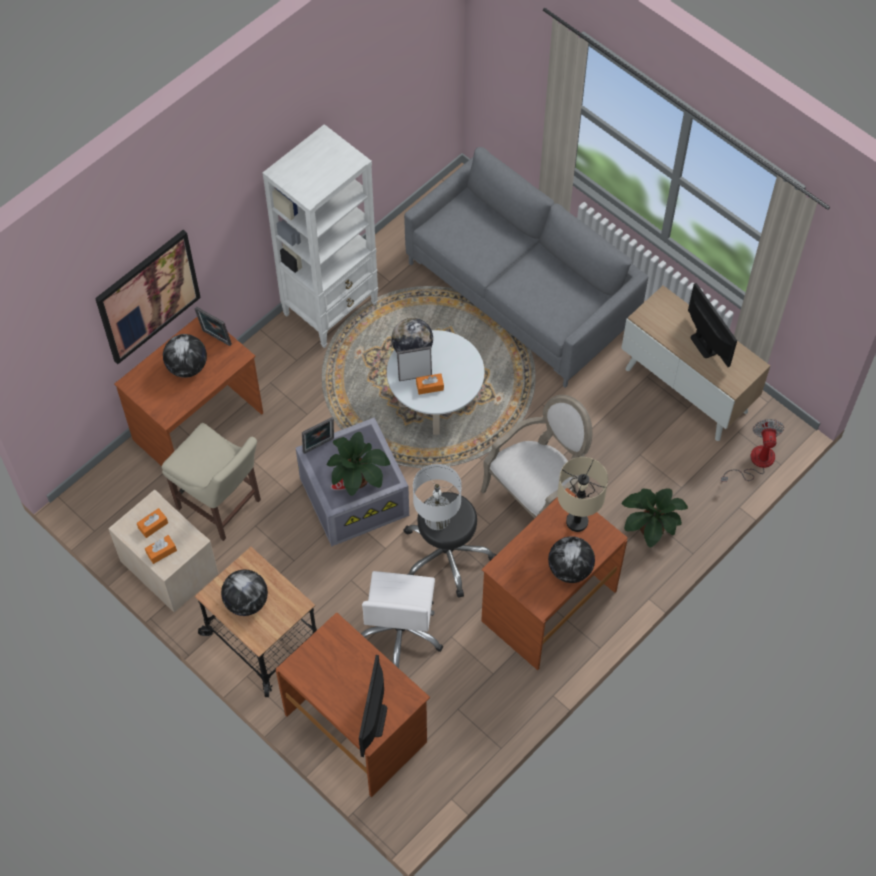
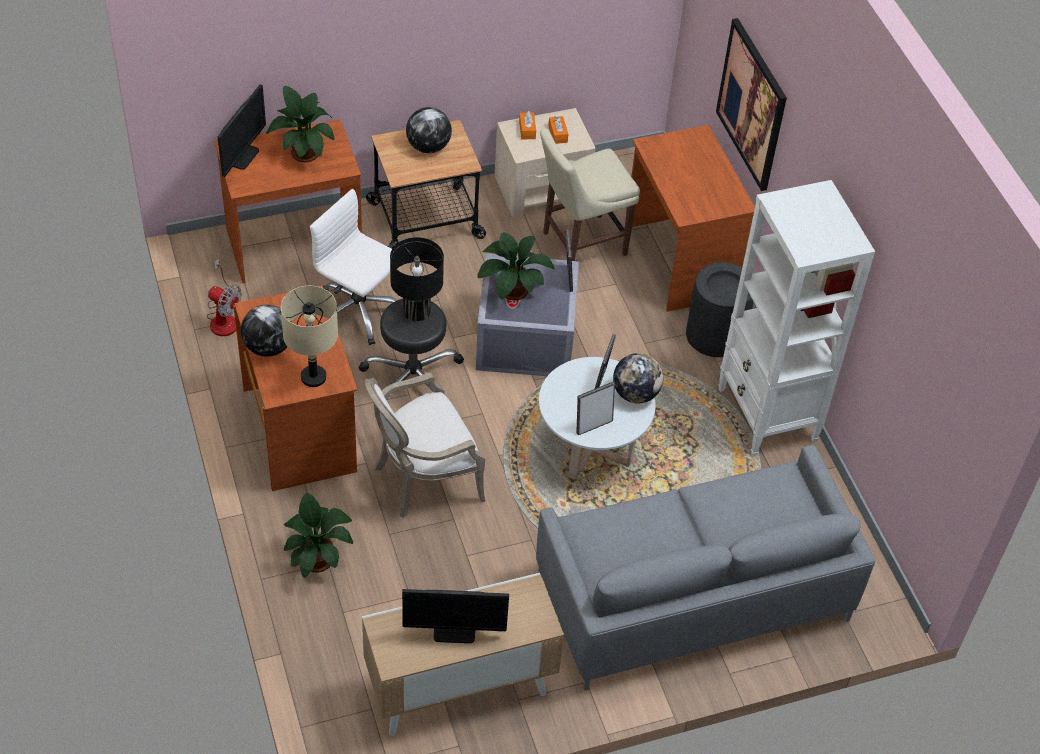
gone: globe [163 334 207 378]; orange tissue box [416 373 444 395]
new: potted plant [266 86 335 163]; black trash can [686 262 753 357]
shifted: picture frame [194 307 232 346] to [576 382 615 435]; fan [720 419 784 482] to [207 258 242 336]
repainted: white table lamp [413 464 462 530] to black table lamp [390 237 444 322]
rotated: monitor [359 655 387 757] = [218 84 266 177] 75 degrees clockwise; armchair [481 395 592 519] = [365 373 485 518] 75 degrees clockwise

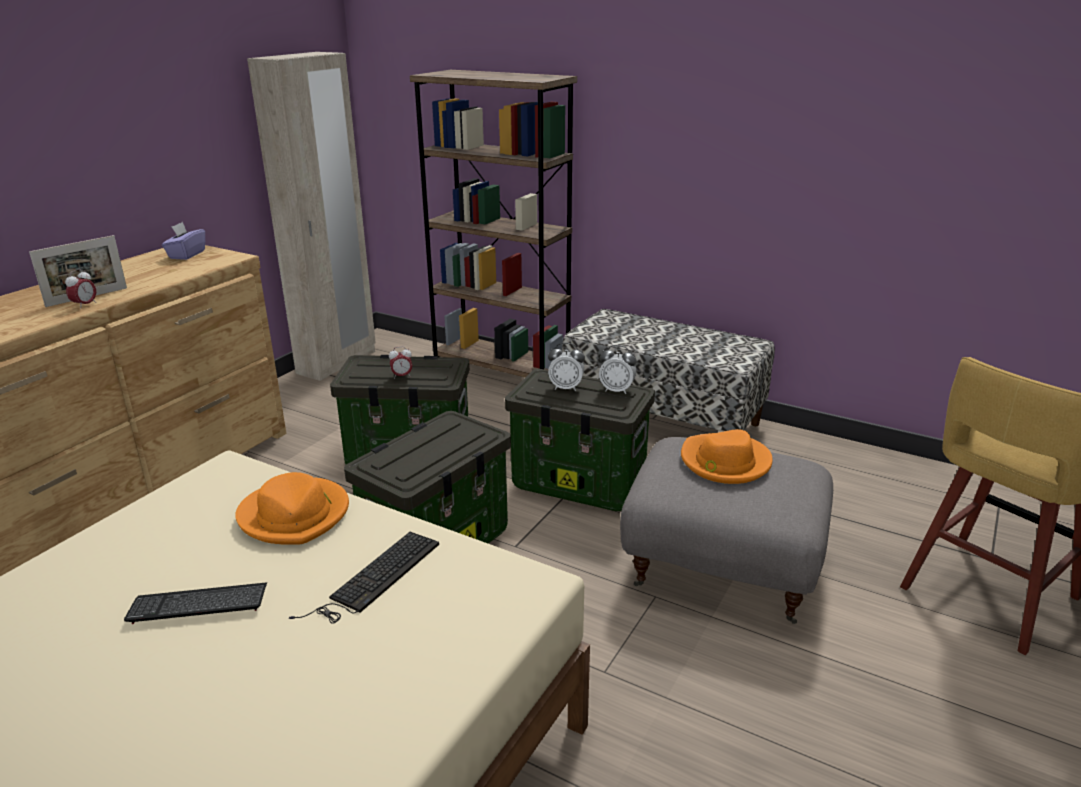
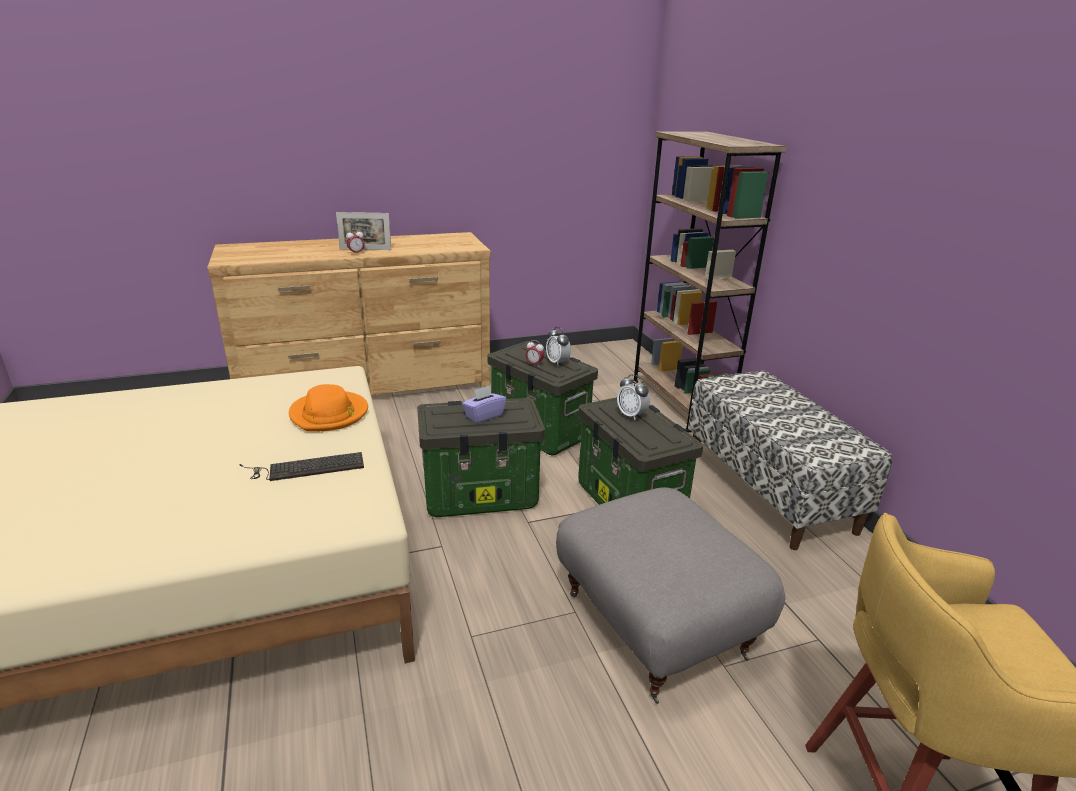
gone: keyboard [124 582 267 624]; beige wardrobe [247 52 376 381]; orange hat [681 429 773 484]
shifted: purple tissue box [162 222 205 260] to [462 386 506 424]; alarm clock [599 345 637 394] to [546 327 571 366]

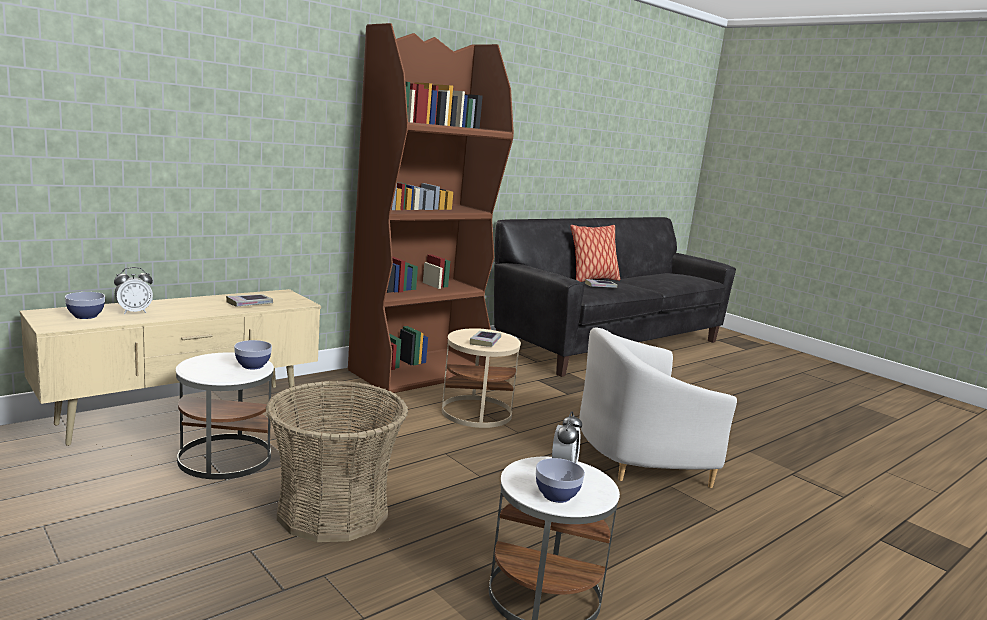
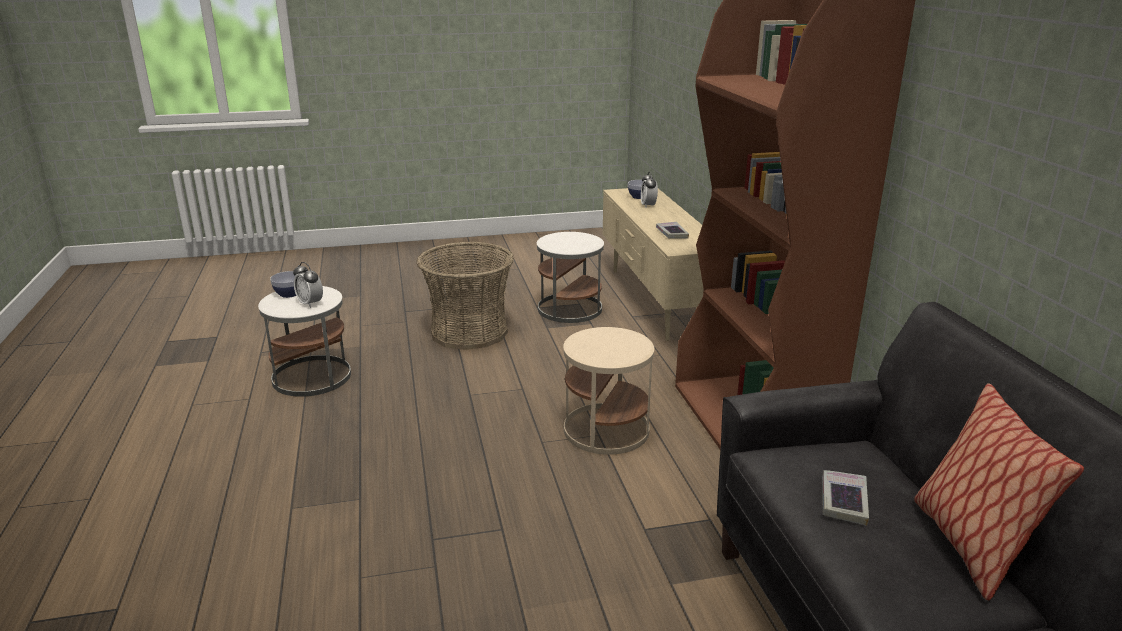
gone: bowl [234 340 272 369]; book [470 331 501 347]; white armchair [579 328 737 488]

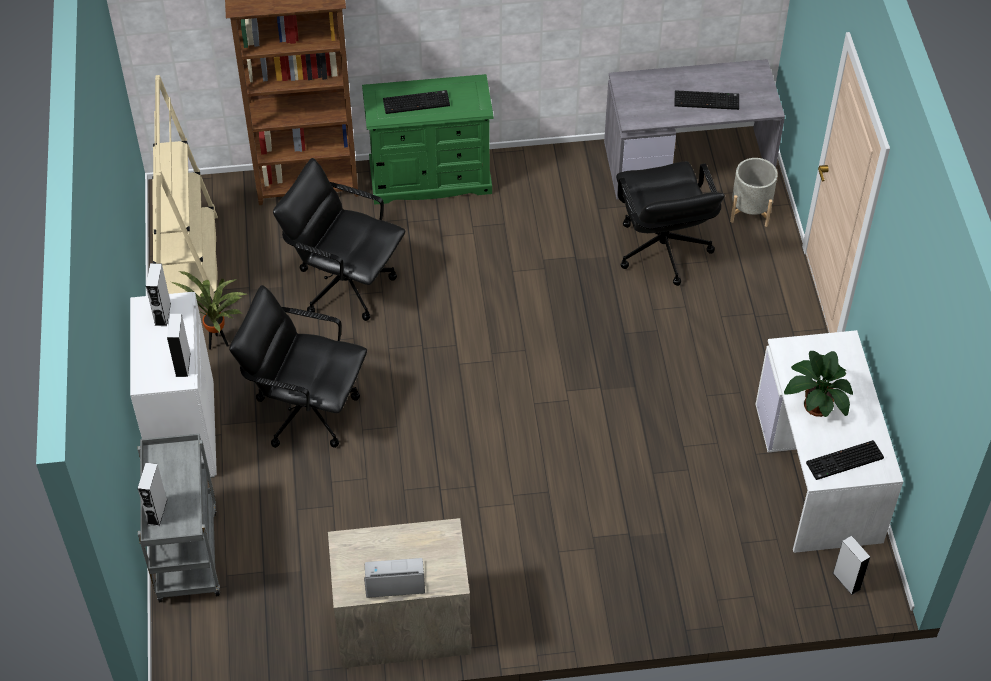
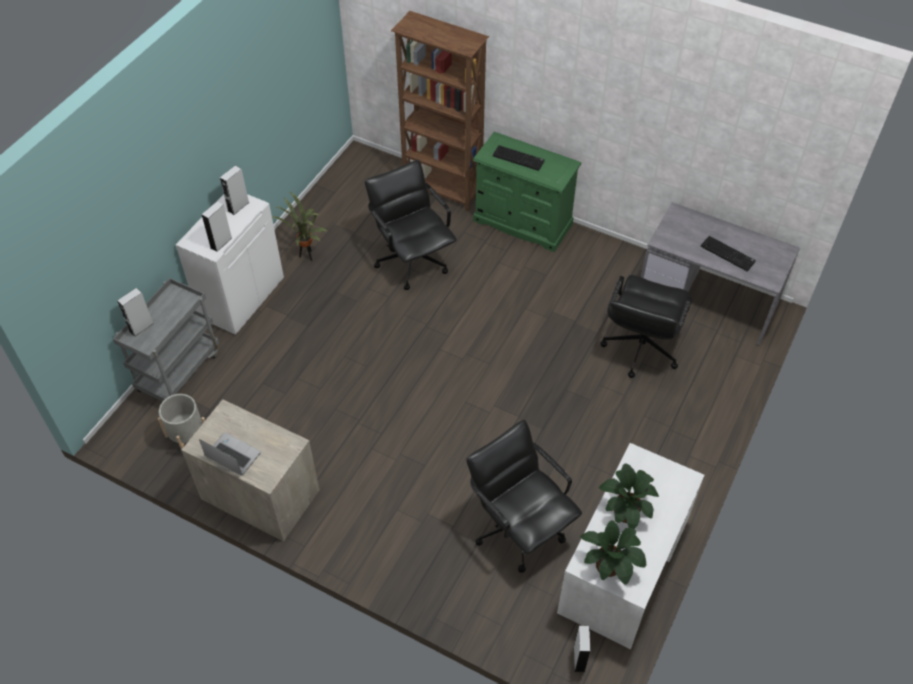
gone: beige bookcase [152 75 220 308]
shifted: black office chair [229 285 367 448] to [466 420 582 573]; grey planter [730 158 778 227] to [158 394 205 453]
swapped: keyboard [806 440 884 480] to potted plant [580 520 646 585]

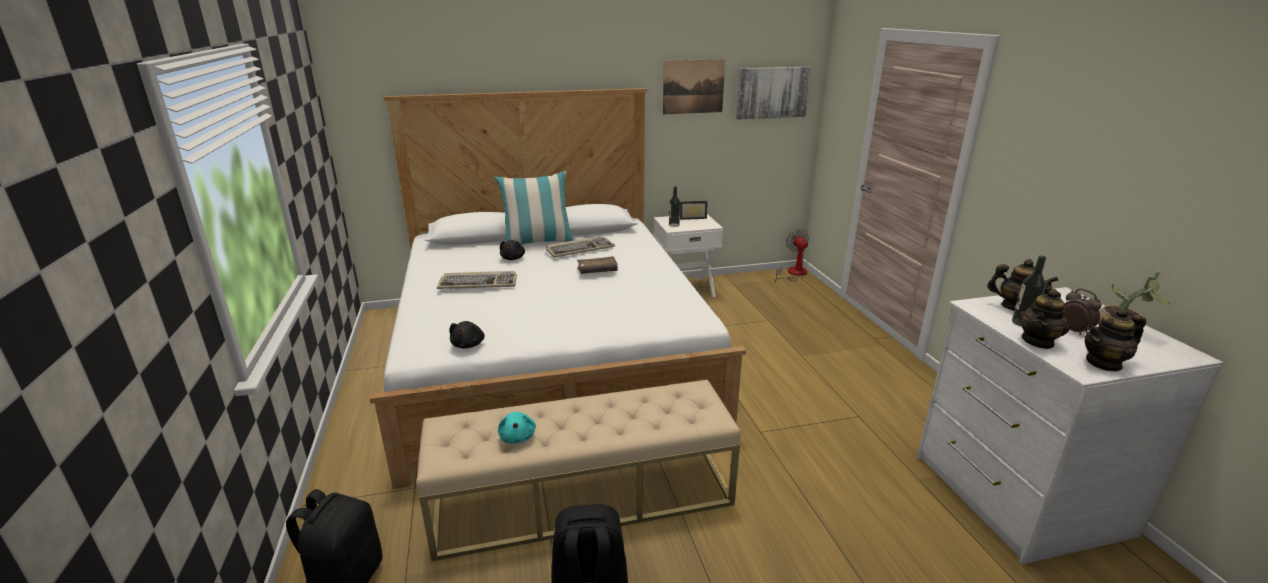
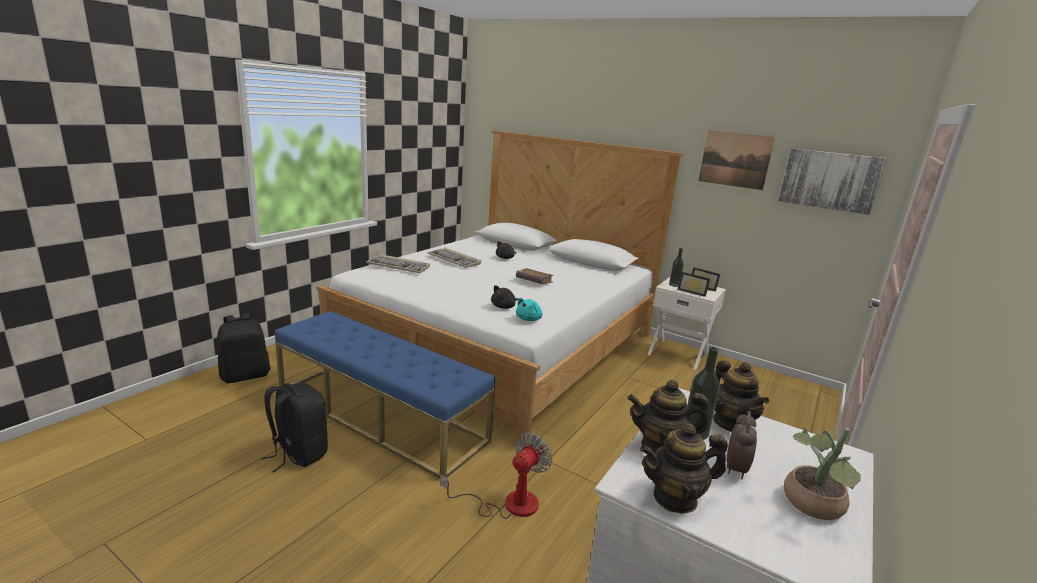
gone: pillow [494 171 575 245]
new: picture frame [678 272 710 297]
shifted: black plush toy [449 321 485 348] to [491 285 519 309]; turquoise plush toy [498 412 536 444] to [516 298 543 321]; keyboard [546 236 615 258] to [366 254 430 273]; fan [775 229 809 283] to [440 433 553 519]
repainted: beige bench [417 380 741 561] to blue bench [275 311 495 479]
rotated: teapot [1084 308 1146 372] = [640 424 728 514] 45 degrees counterclockwise

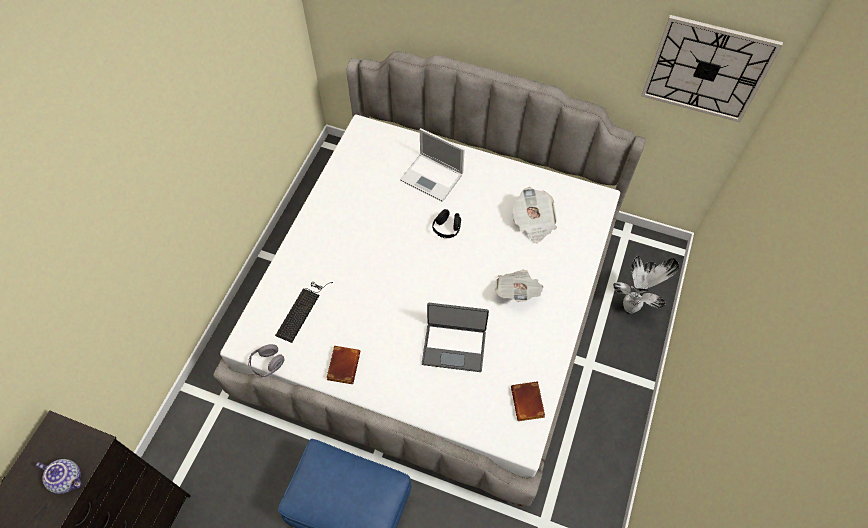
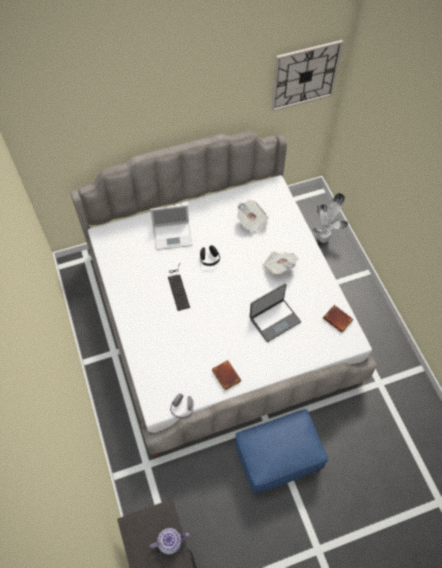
shifted: keyboard [275 282 333 343] to [168 263 190 311]

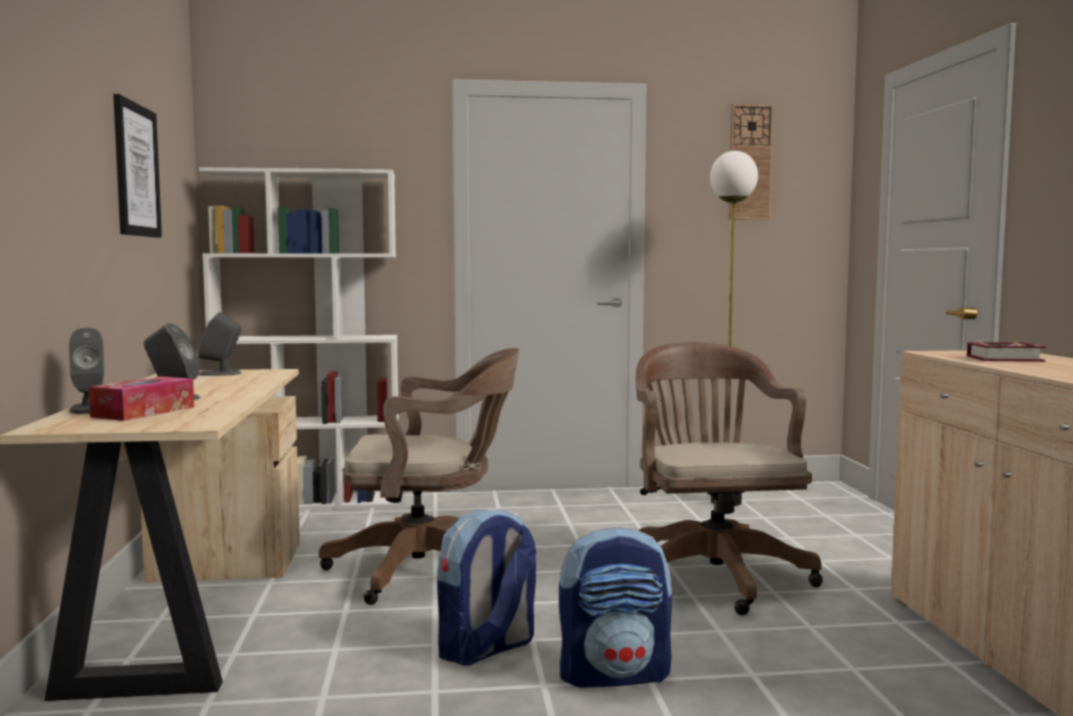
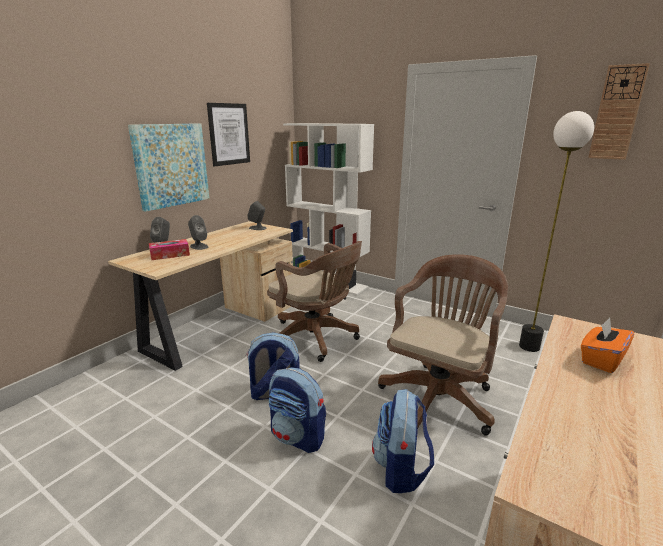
new: picture [128 123 210 212]; backpack [372 389 434 493]
swapped: book [967 341 1046 362] to orange tissue box [581 318 634 373]

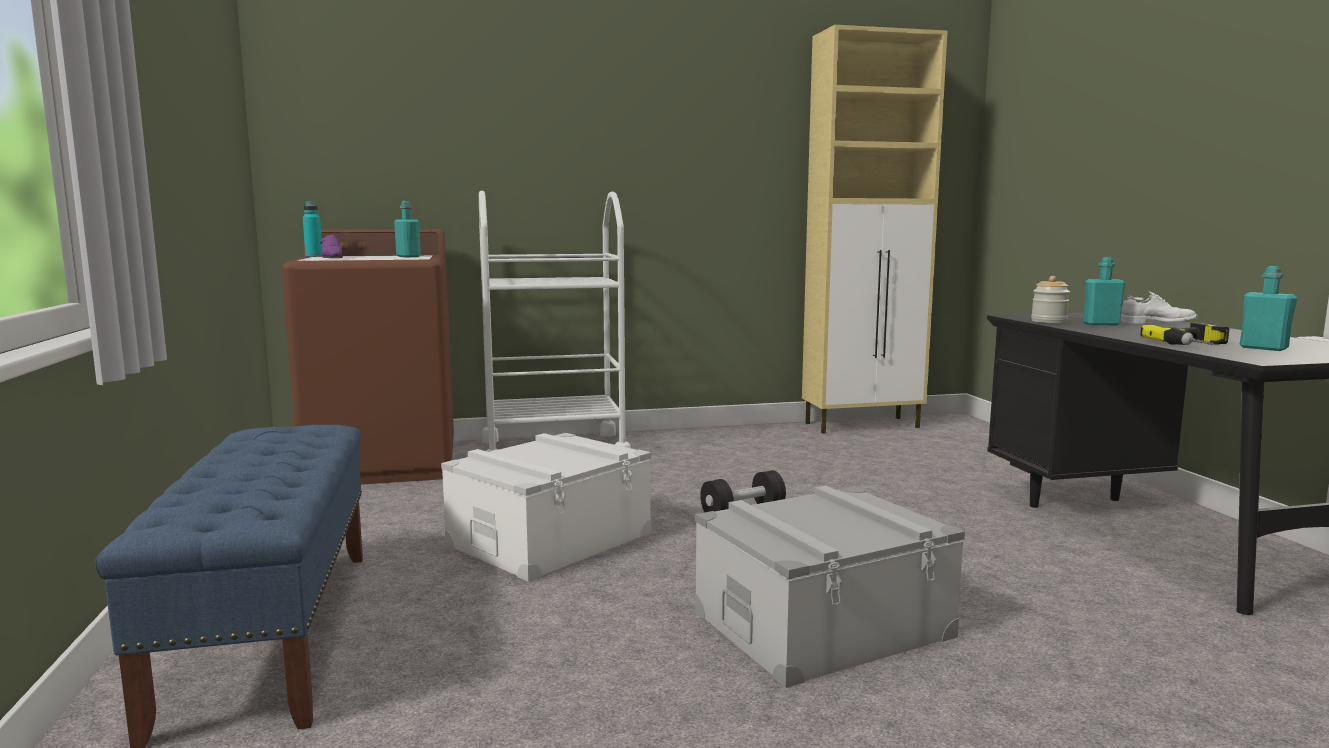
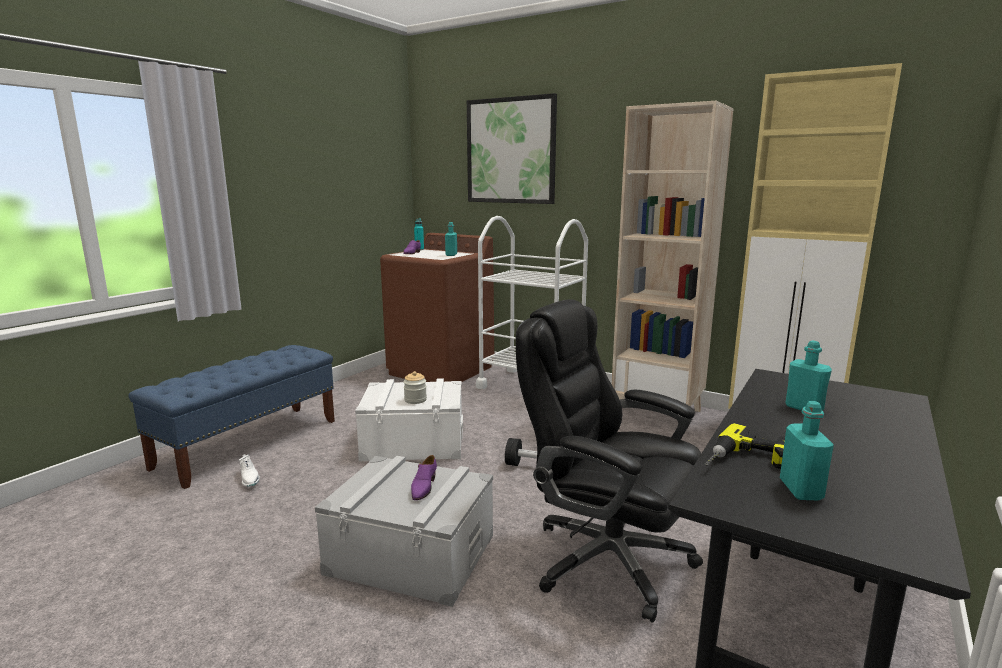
new: purple shoe [411 455 437 500]; picture [467 93 557 204]; black office chair [516 299 703 623]; beige bookcase [612 101 734 412]
shifted: jar [1031 276 1070 323] to [403 371 427 404]; white shoe [1120 292 1198 324] to [239 455 260 487]

